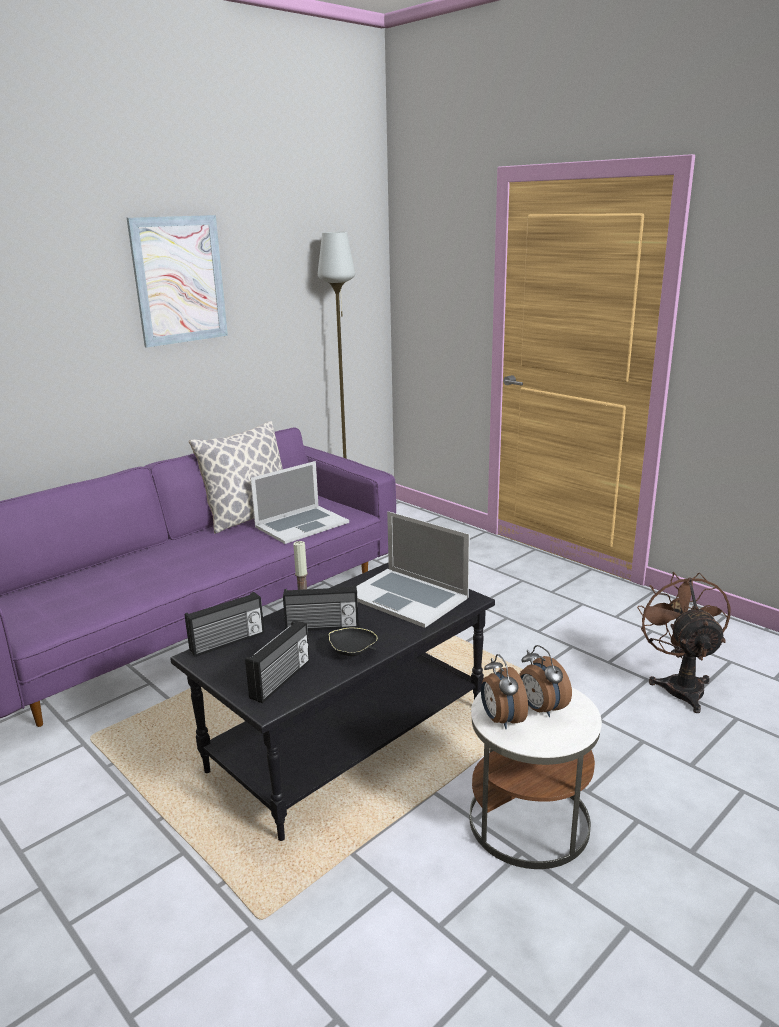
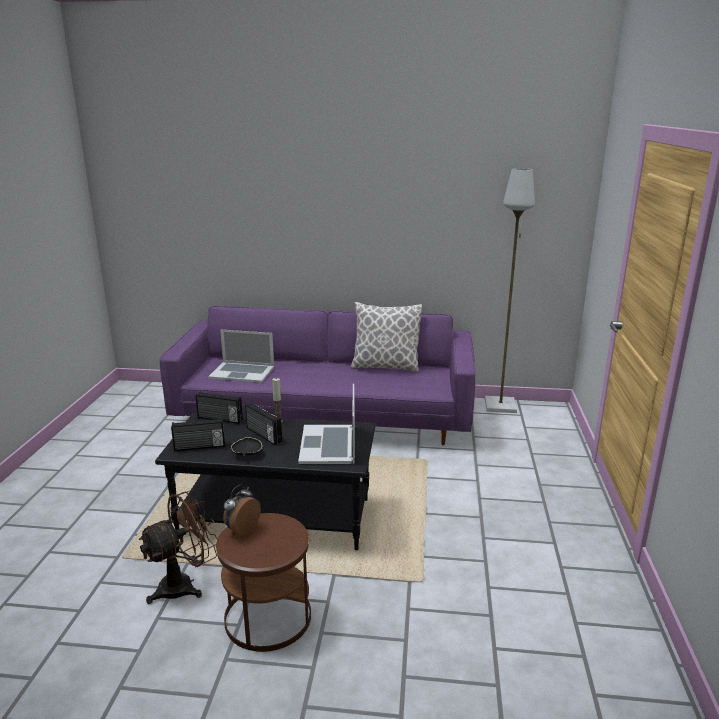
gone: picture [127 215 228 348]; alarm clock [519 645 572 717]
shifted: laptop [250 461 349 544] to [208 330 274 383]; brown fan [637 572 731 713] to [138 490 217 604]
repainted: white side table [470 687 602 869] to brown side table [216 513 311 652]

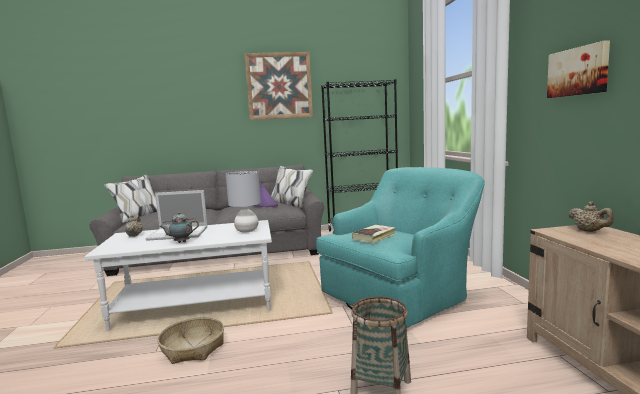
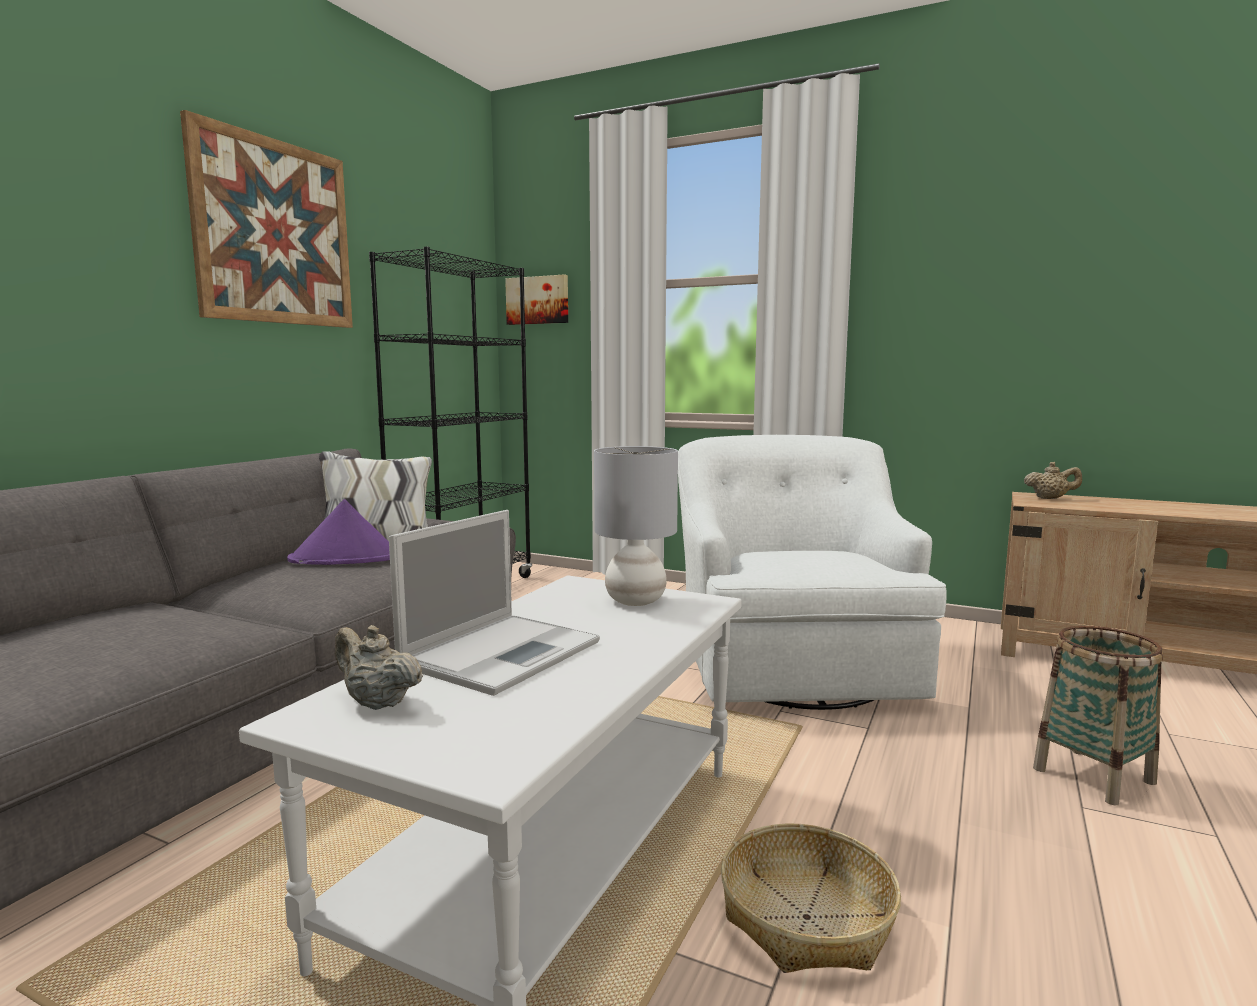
gone: teapot [159 212 199 243]; book [352 225 396 243]
shifted: picture [547 40 610 98] to [505 274 568 325]
repainted: turquoise armchair [316 167 485 328] to white armchair [678 435 947 710]

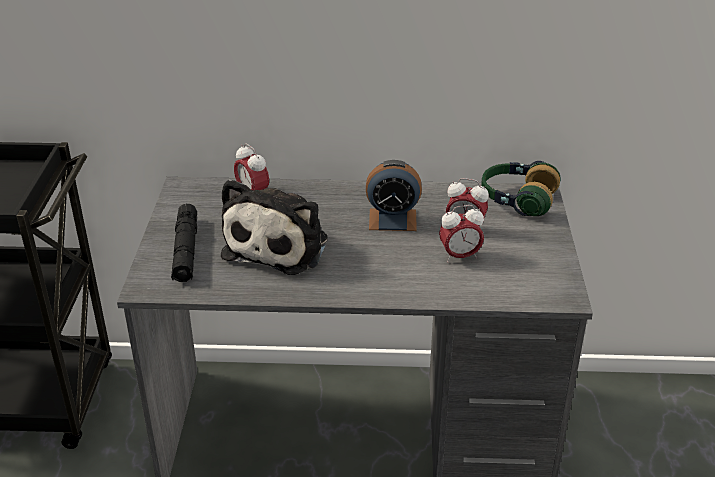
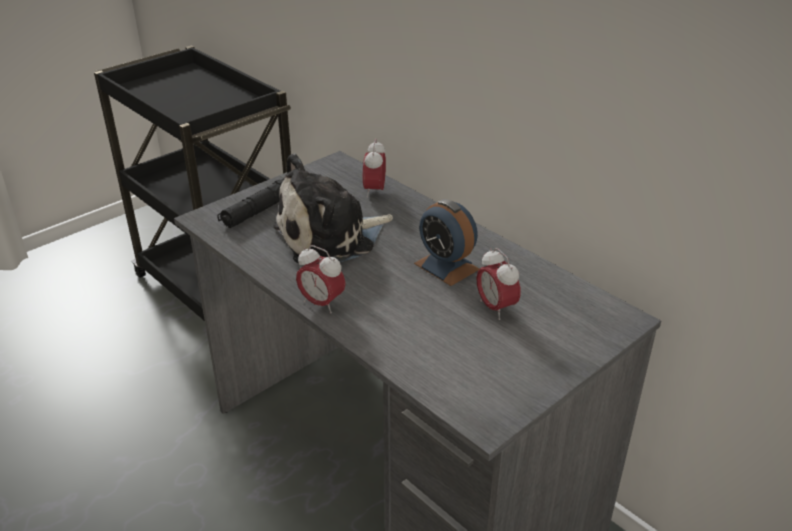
gone: headphones [481 161 561 216]
shifted: alarm clock [439 205 484 263] to [296 245 346 313]

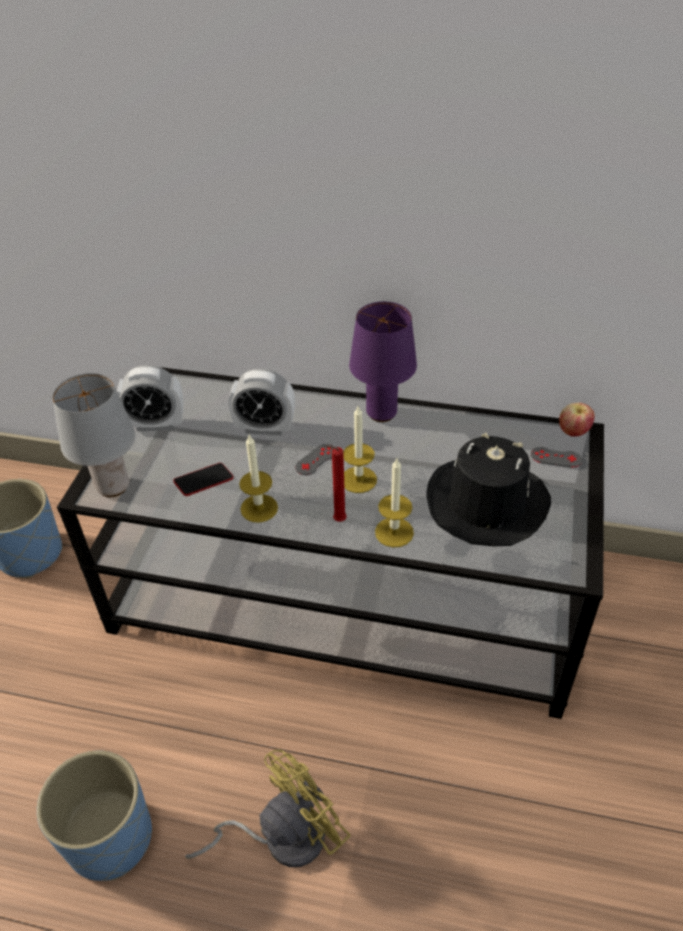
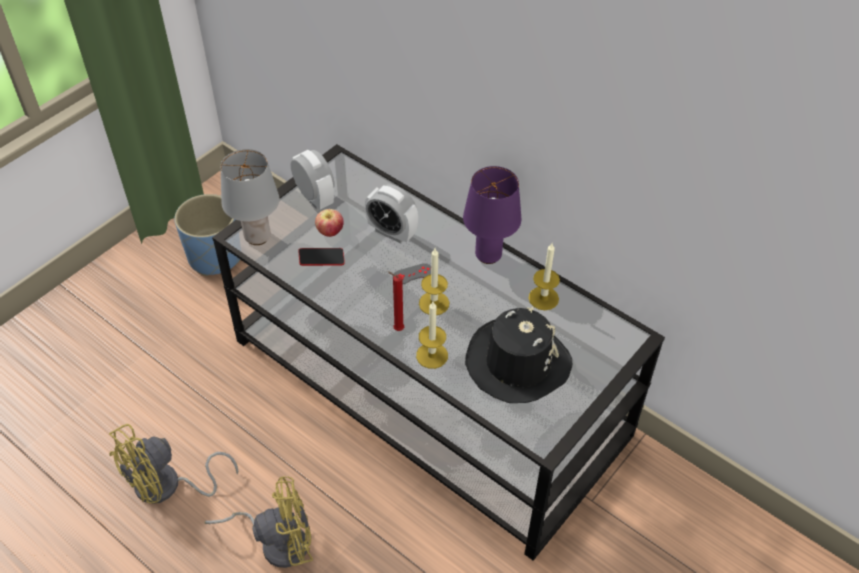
gone: grey game controller [531 447 582 468]
shifted: candle [239 435 278 523] to [528 243 560 310]; apple [559 402 595 437] to [315 209 344 237]
swapped: blue planter [37 750 152 881] to yellow fan [109 424 238 504]
rotated: alarm clock [117 365 183 432] = [291 150 334 210] 150 degrees counterclockwise

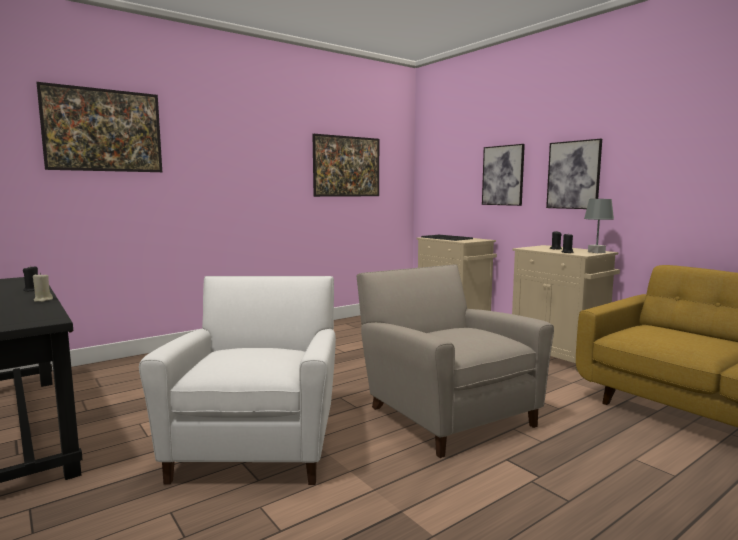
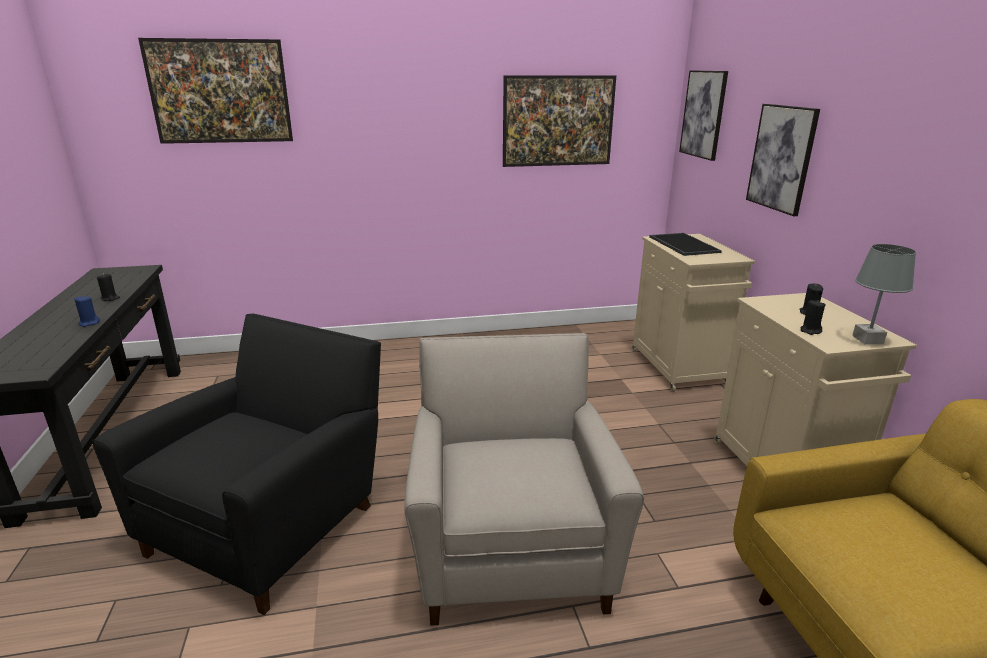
shifted: picture [546 139 602 209] to [679 70 728 161]
repainted: beige candle [33 273 53 302] to blue candle [75 295 100 327]; white armchair [139 276 336 485] to black armchair [92 314 381 615]

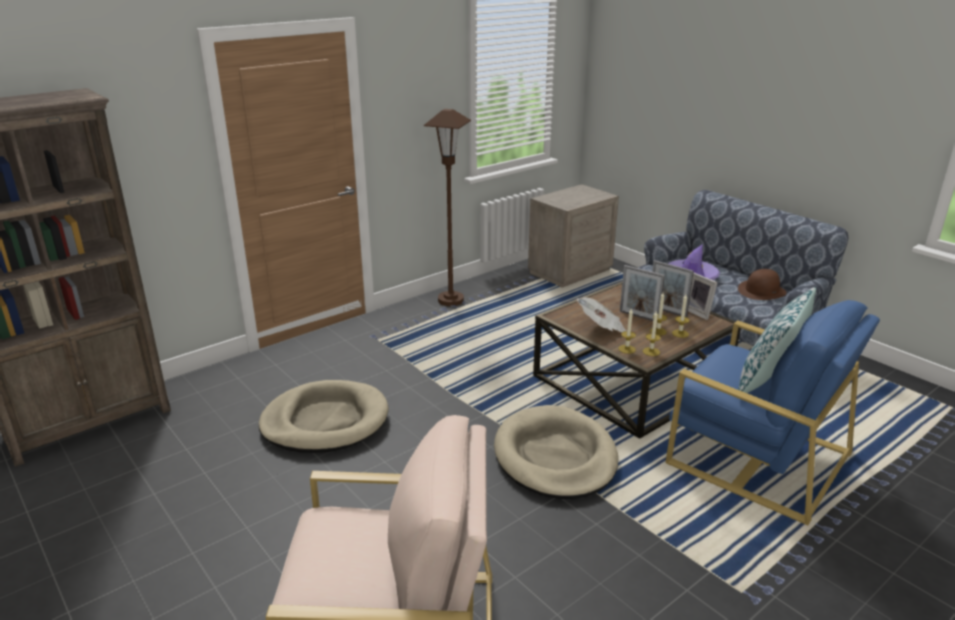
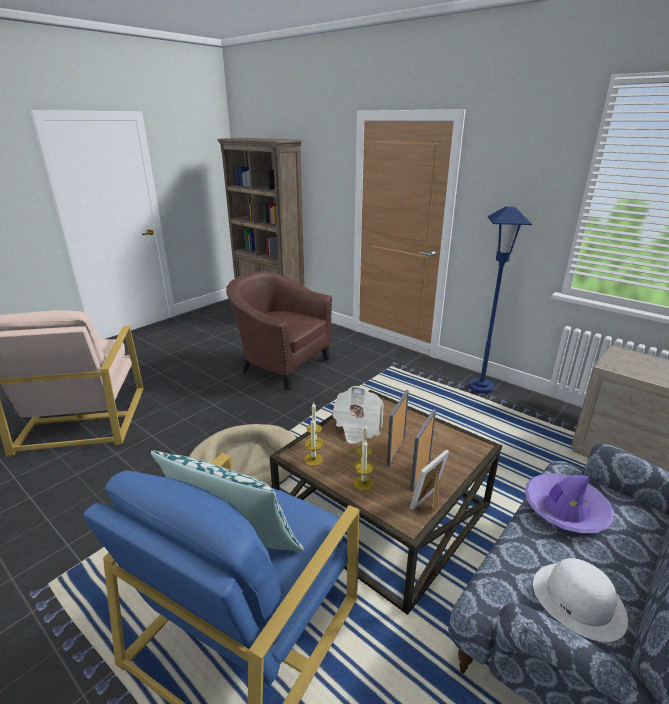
swapped: beige dog bed [259 380 389 453] to brown armchair [226 271 332 391]
repainted: brown floor lamp [424 109 471 306] to blue floor lamp [469 206 532 394]; brown hat [738 269 787 300] to white hat [533 558 628 642]

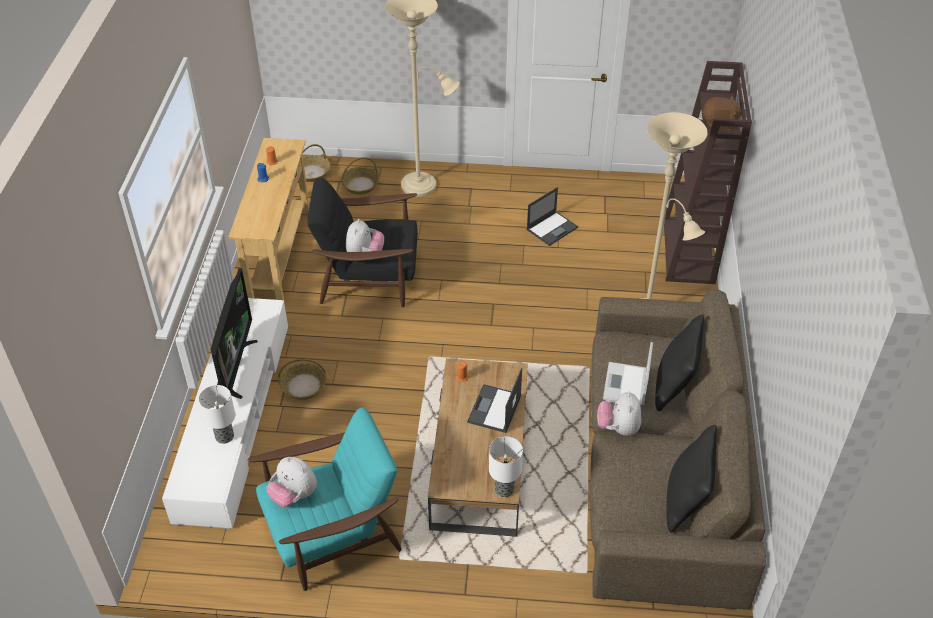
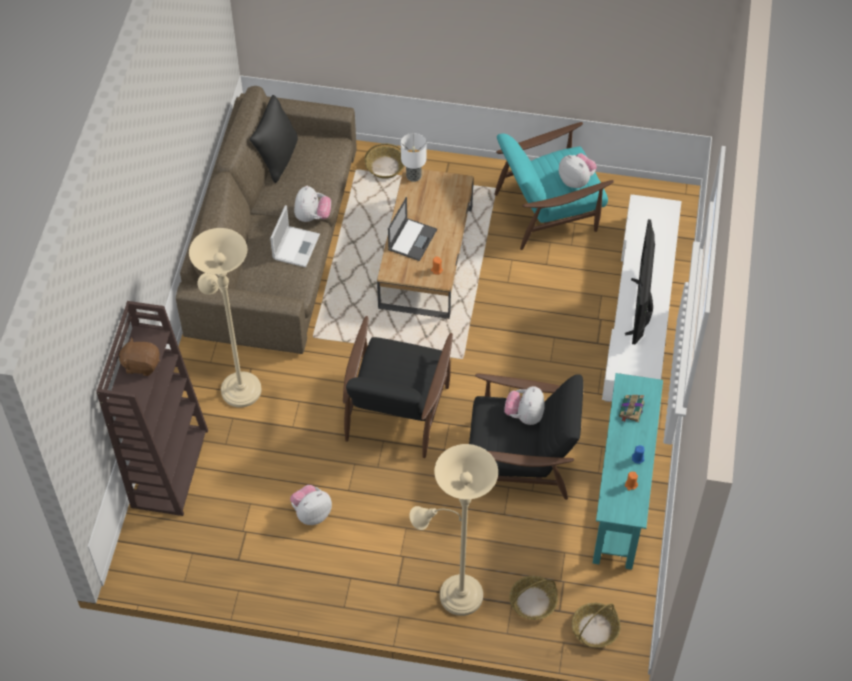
gone: table lamp [199 385 235 444]; black pillow [655 314 704 411]
new: black armchair [343 316 453 458]; book [619 395 645 423]
shifted: basket [278 359 326 400] to [365 143 404 179]
swapped: laptop [526 187 578 246] to plush toy [290 485 332 525]
repainted: beige console table [228 138 309 300] to turquoise console table [593 373 663 570]

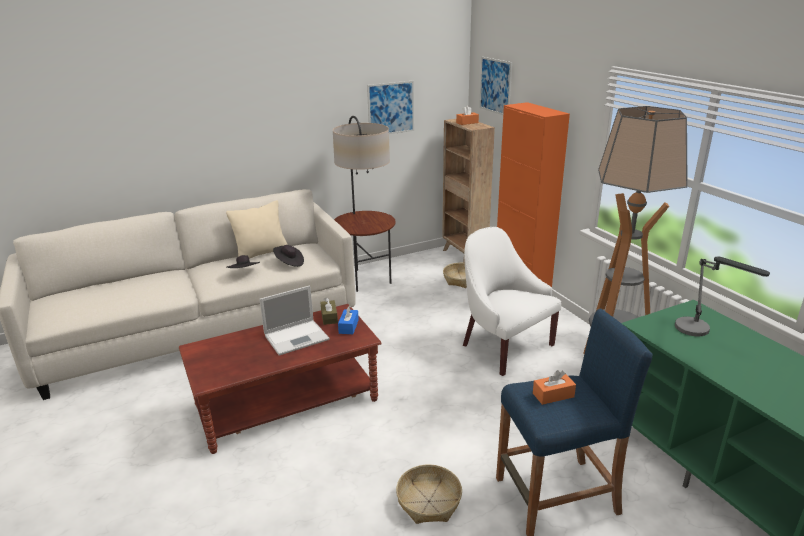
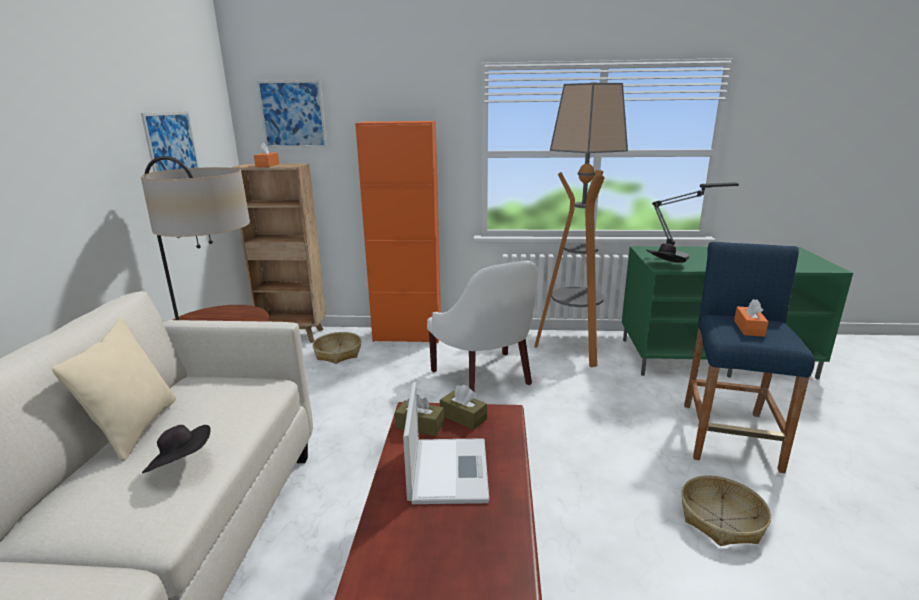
shifted: black hat [273 245 304 267] to [647 243 686 263]
repainted: blue tissue box [338 306 359 334] to brown tissue box [440 385 487 430]
rotated: white armchair [463 227 561 376] = [427 261 538 392] 105 degrees counterclockwise

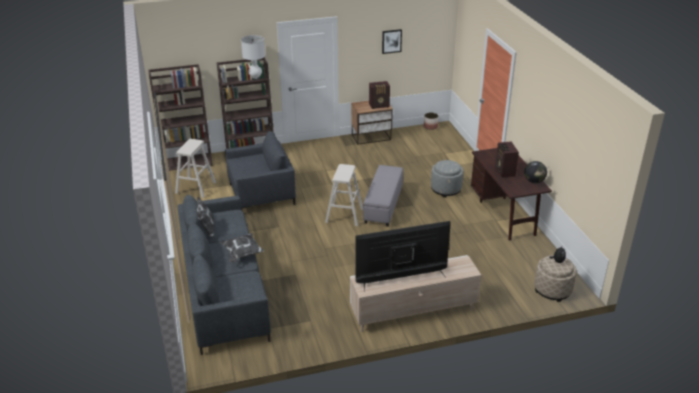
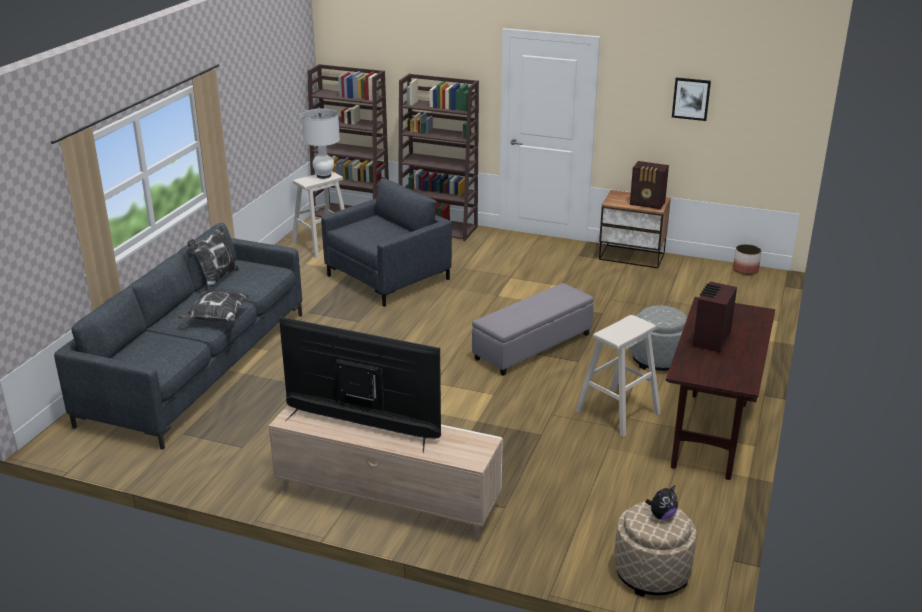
gone: globe [524 161 547 183]
shifted: white table lamp [241 35 265 80] to [302 109 340 179]; beige stool [325 164 363 226] to [575 315 661 437]
rotated: grey armchair [225 131 296 208] = [321 178 452 307] 60 degrees counterclockwise

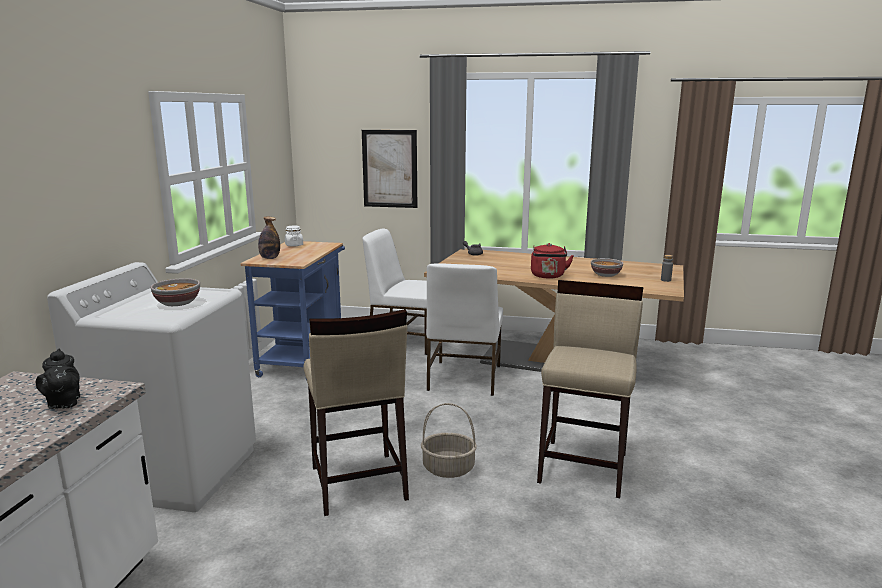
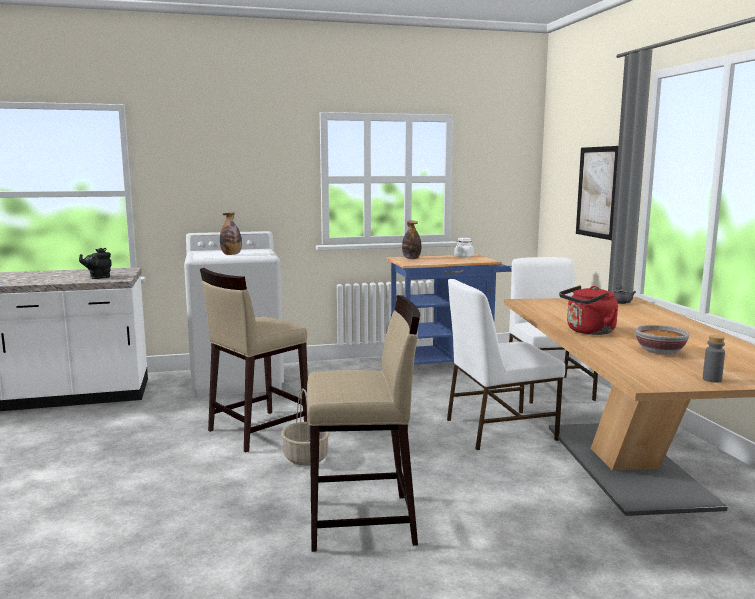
swapped: bowl [150 278 200 306] to bottle [220 212 242 255]

